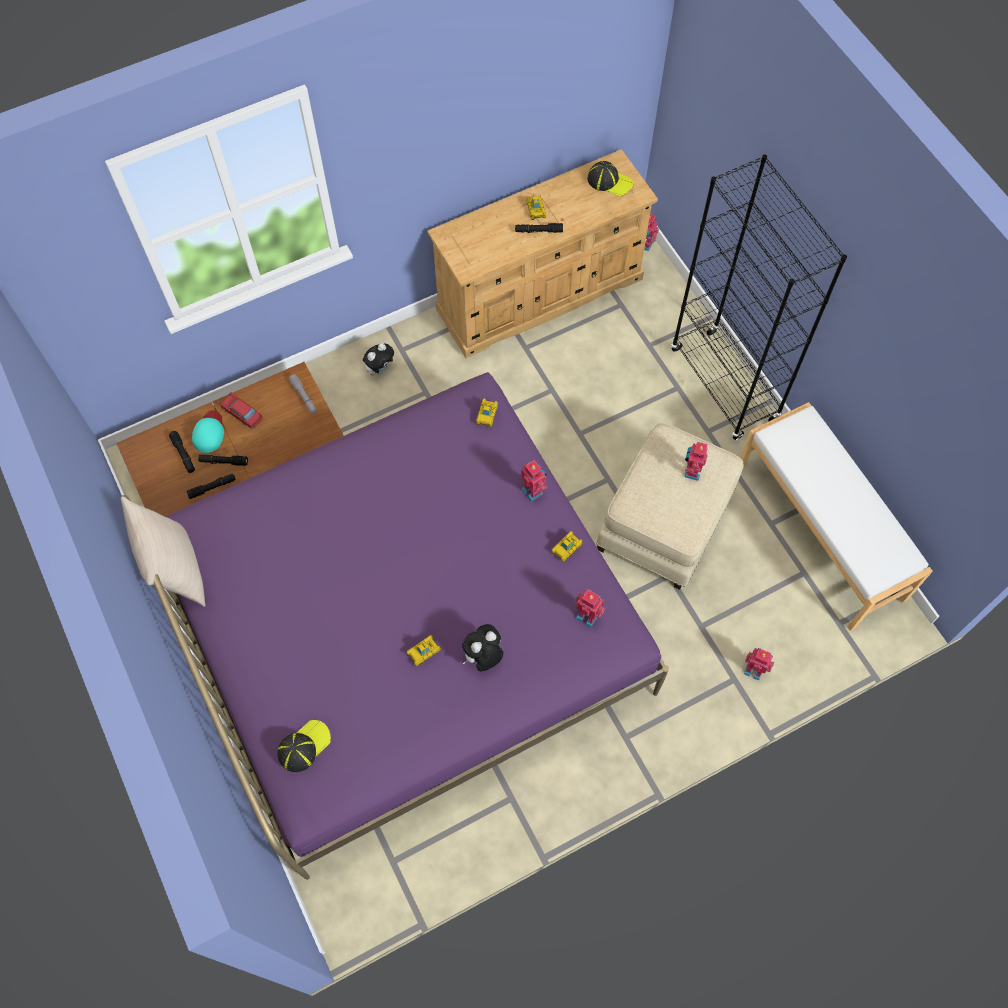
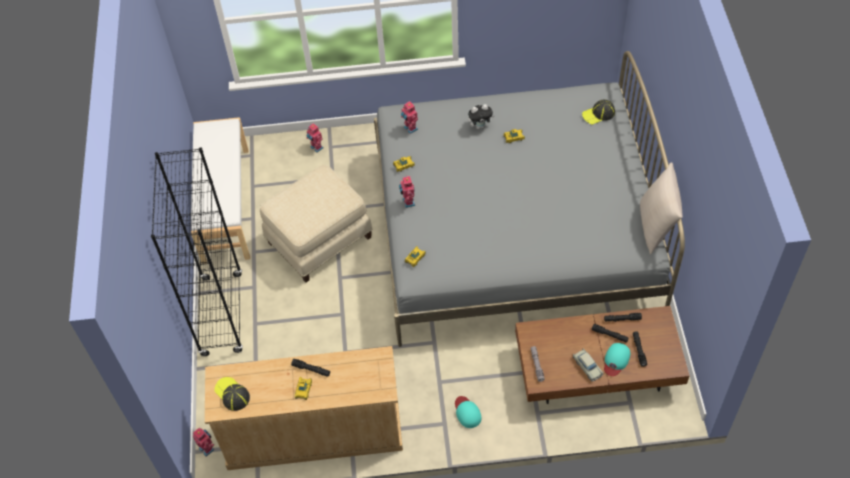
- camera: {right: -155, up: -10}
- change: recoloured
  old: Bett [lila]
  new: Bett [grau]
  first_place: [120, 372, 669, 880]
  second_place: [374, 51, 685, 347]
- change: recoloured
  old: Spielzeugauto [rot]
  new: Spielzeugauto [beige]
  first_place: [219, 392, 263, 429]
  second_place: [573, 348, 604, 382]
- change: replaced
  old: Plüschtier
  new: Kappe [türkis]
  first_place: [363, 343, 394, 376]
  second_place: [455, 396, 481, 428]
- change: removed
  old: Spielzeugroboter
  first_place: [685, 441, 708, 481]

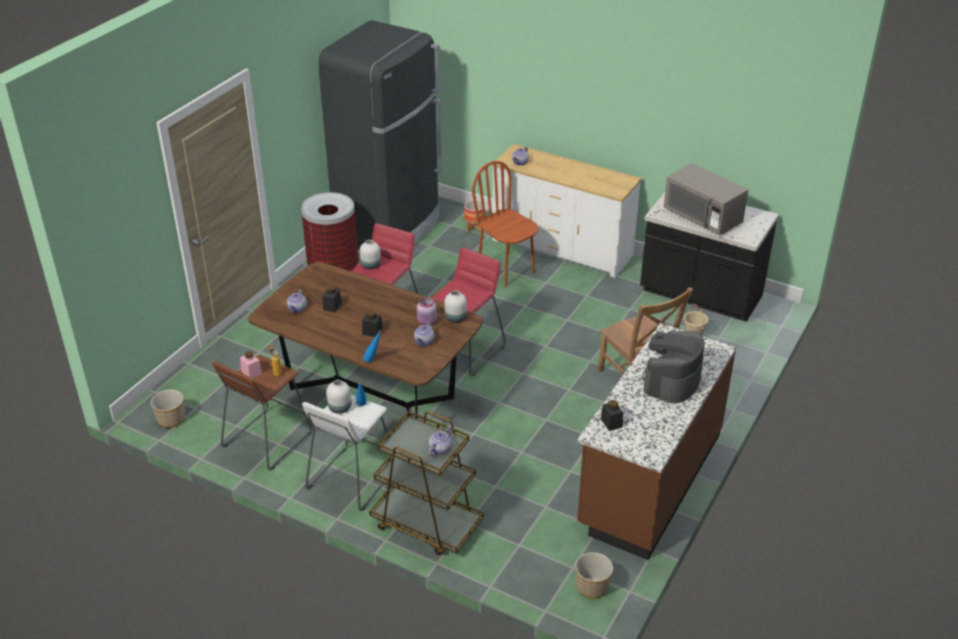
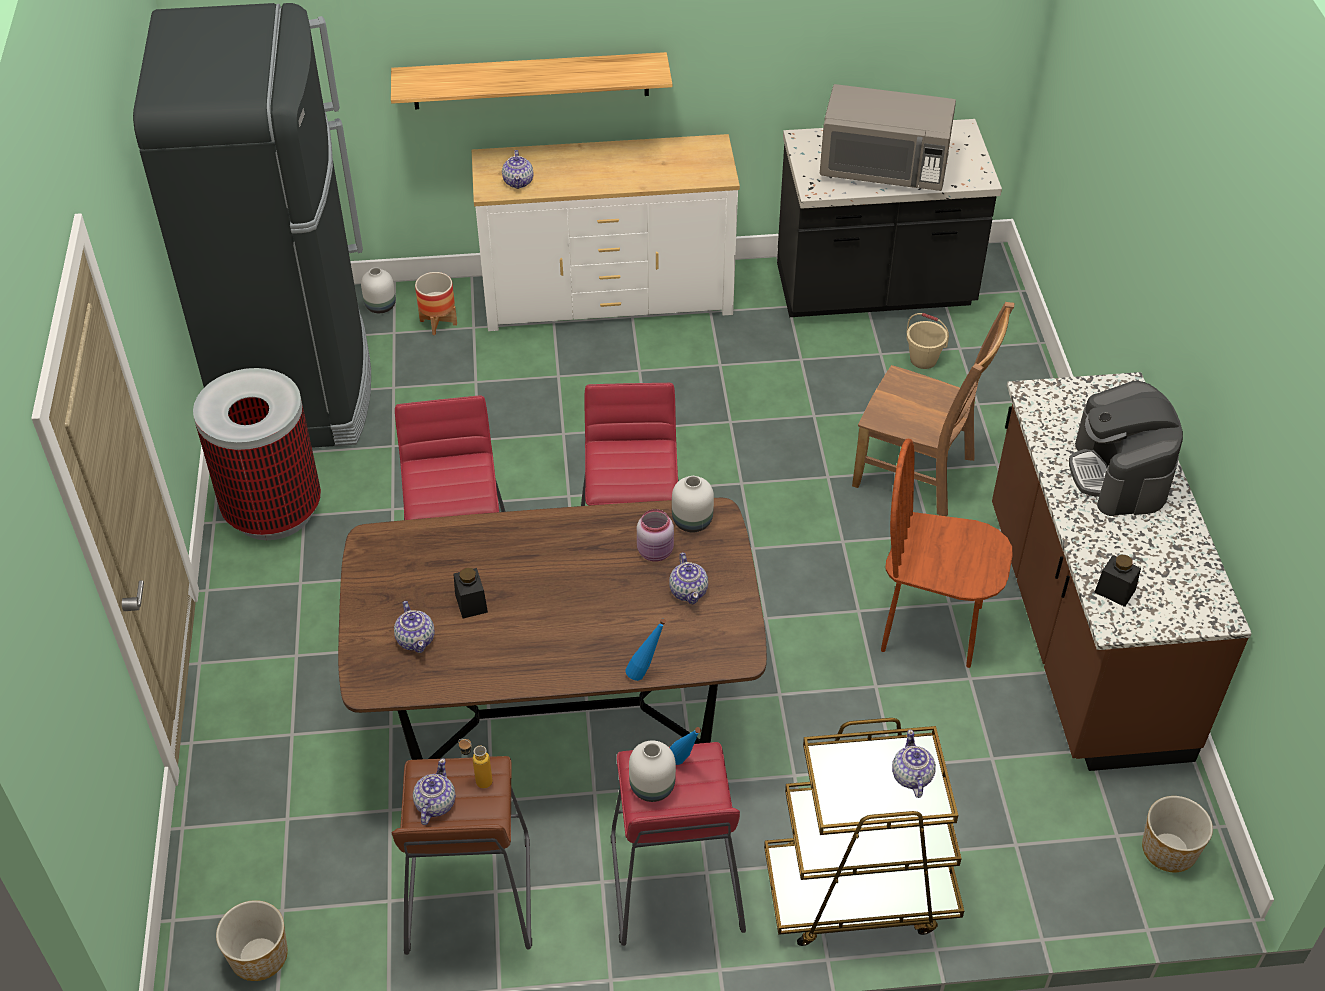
- camera: {right: -35, up: 10}
- change: replaced
  old: Vorratsglas [rosa]
  new: Teekanne
  first_place: [240, 351, 262, 378]
  second_place: [413, 758, 456, 825]
- change: recoloured
  old: Hocker [weiß]
  new: Hocker [rot]
  first_place: [302, 394, 389, 511]
  second_place: [611, 742, 746, 946]
- change: moved
  old: Vase [weiß]
  first_place: [360, 240, 381, 269]
  second_place: [361, 267, 396, 313]
- change: removed
  old: Vorratsglas [schwarz]
  first_place: [362, 311, 383, 337]
- change: moved
  old: Stuhl [braun]
  first_place: [472, 161, 538, 287]
  second_place: [881, 439, 1012, 668]
- change: added
  new: Wandregal
  second_place: [391, 52, 672, 110]

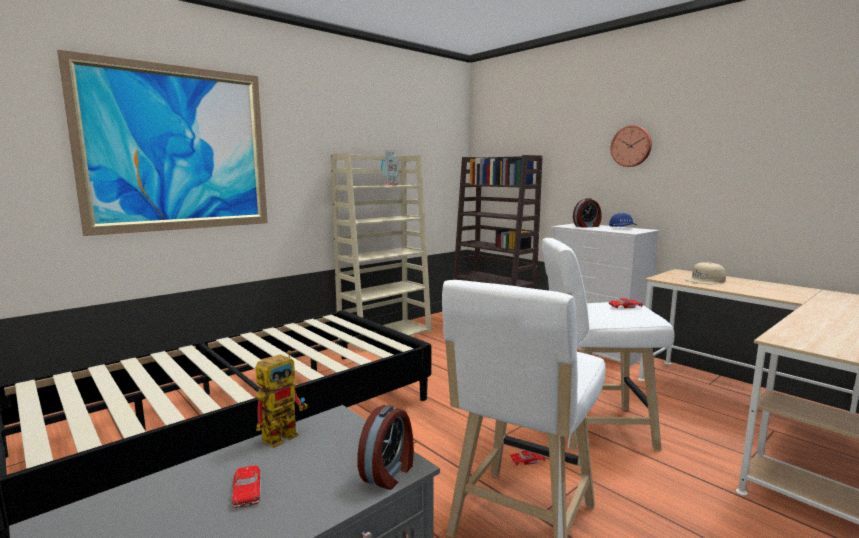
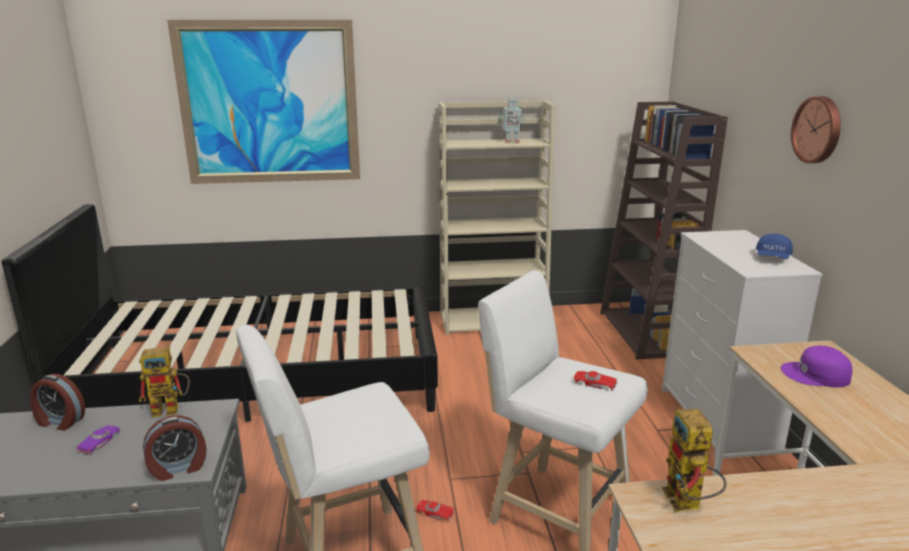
- camera: {right: 35, up: 10}
- change: recoloured
  old: Spielzeugauto [rot]
  new: Spielzeugauto [lila]
  first_place: [232, 466, 260, 508]
  second_place: [76, 425, 120, 454]
- change: moved
  old: Wecker
  first_place: [573, 198, 602, 228]
  second_place: [30, 374, 85, 431]
- change: recoloured
  old: Kappe [beige]
  new: Kappe [lila]
  first_place: [684, 262, 726, 284]
  second_place: [781, 346, 853, 388]
- change: added
  new: Spielzeugroboter
  second_place: [662, 409, 727, 511]

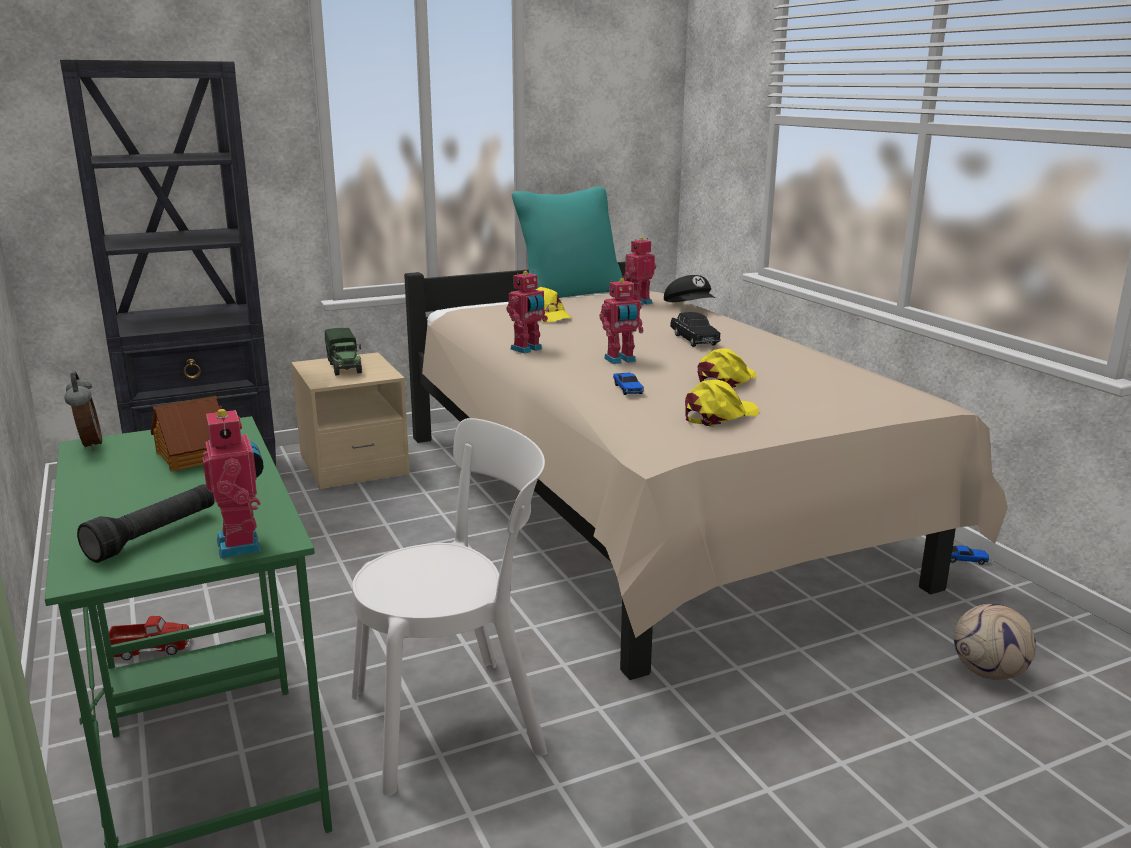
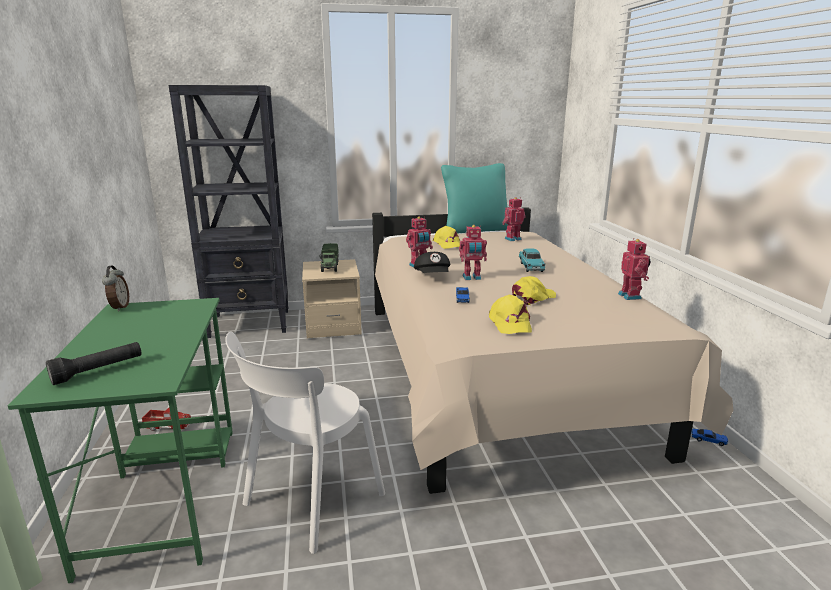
- camera: {right: 15, up: 0}
- change: removed
  old: Spielzeughaus
  first_place: [151, 396, 220, 471]
- change: moved
  old: Spielzeugroboter
  first_place: [202, 406, 264, 559]
  second_place: [618, 238, 651, 300]
- change: turned
  old: Stuhl [weiß]
  first_place: [352, 418, 548, 796]
  second_place: [225, 332, 385, 554]
  degrees: 135
- change: moved
  old: Kappe [schwarz]
  first_place: [664, 275, 715, 302]
  second_place: [414, 252, 450, 273]
- change: recoloured
  old: Spielzeugauto [schwarz]
  new: Spielzeugauto [türkis]
  first_place: [670, 312, 721, 347]
  second_place: [519, 248, 545, 272]
- change: turned
  old: Kappe [gelb]
  first_place: [685, 380, 759, 427]
  second_place: [489, 295, 532, 334]
  degrees: 105
- change: removed
  old: Fußball
  first_place: [954, 604, 1036, 680]

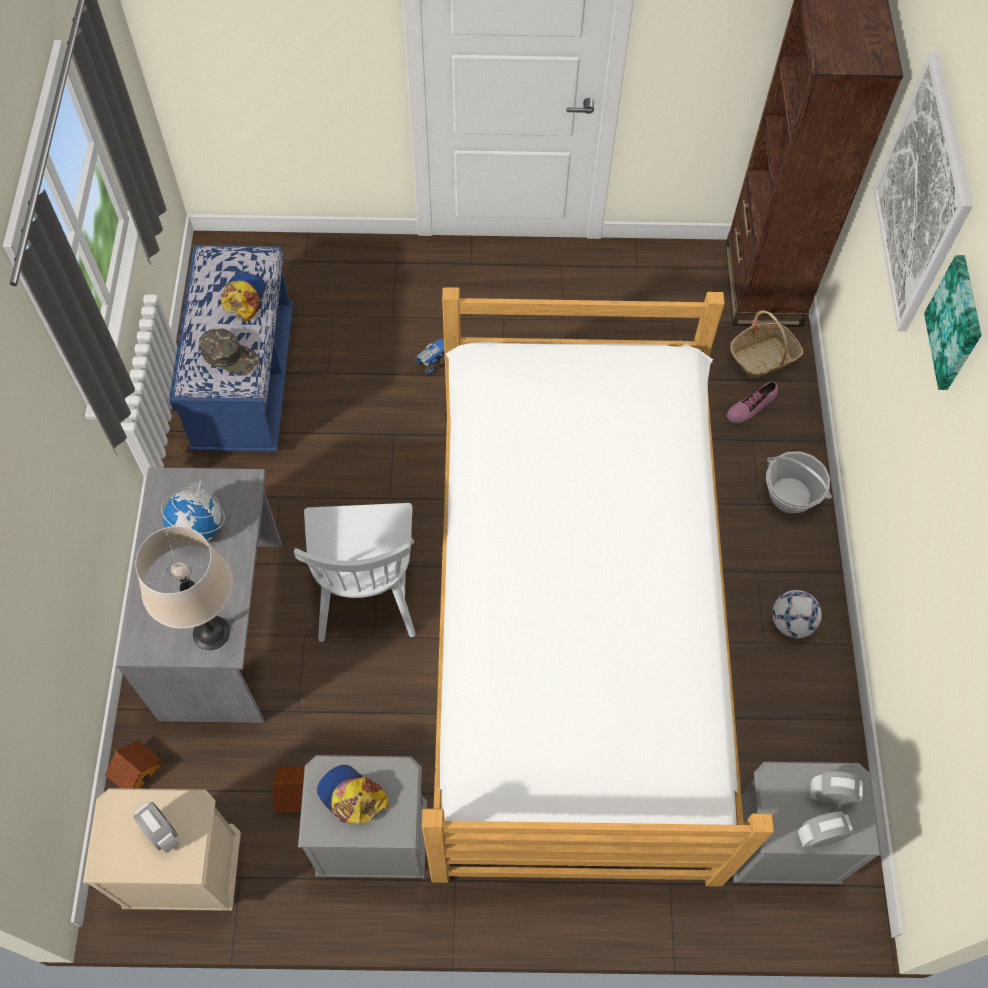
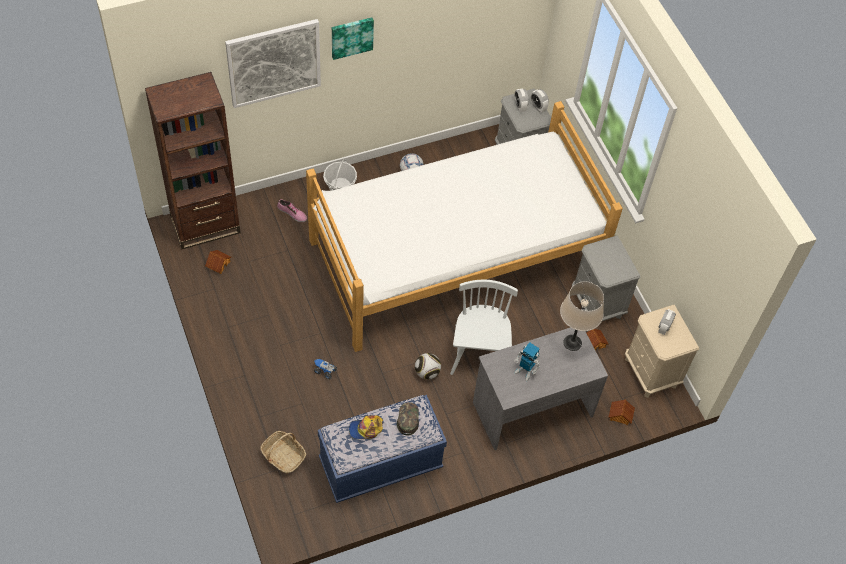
- camera: {right: -115, up: -5}
- change: replaced
  old: Globus
  new: Spielzeugroboter
  first_place: [161, 481, 225, 541]
  second_place: [514, 342, 540, 381]
- change: turned
  old: Stuhl [weiß]
  first_place: [294, 503, 415, 642]
  second_place: [450, 280, 518, 375]
  degrees: -60
- change: removed
  old: Kappe
  first_place: [317, 765, 389, 824]
- change: moved
  old: Korb
  first_place: [730, 310, 803, 379]
  second_place: [260, 431, 306, 474]
- change: added
  new: Spielzeughaus
  second_place: [205, 250, 231, 274]
- change: added
  new: Fußball
  second_place: [415, 353, 441, 380]

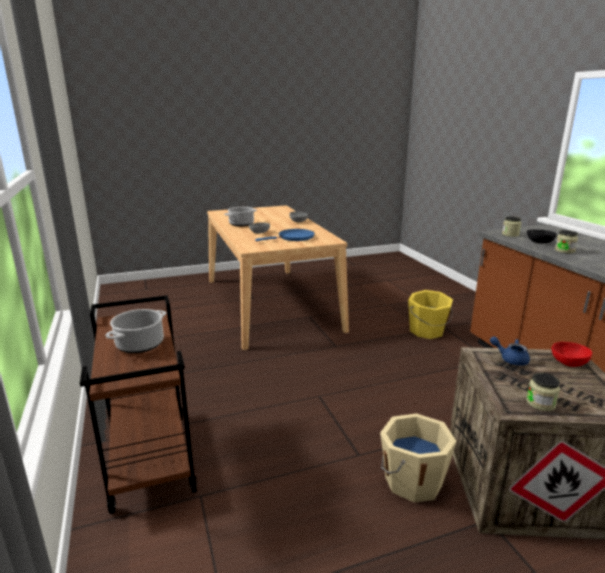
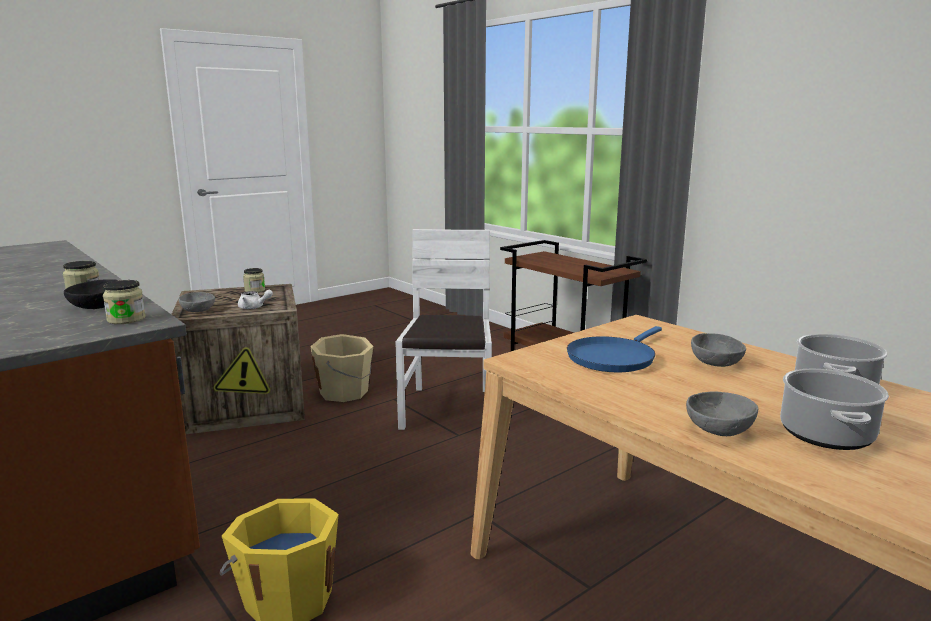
- camera: {right: 160, up: -5}
- change: moved
  old: Kochtopf
  first_place: [105, 309, 166, 353]
  second_place: [780, 369, 889, 450]
- change: recoloured
  old: Teekanne [blau]
  new: Teekanne [weiß]
  first_place: [490, 336, 530, 366]
  second_place: [238, 290, 273, 309]
- change: recoloured
  old: Schüssel [rot]
  new: Schüssel [grau]
  first_place: [552, 342, 592, 367]
  second_place: [179, 292, 215, 312]
- change: added
  new: Stuhl [weiß]
  second_place: [395, 229, 492, 430]

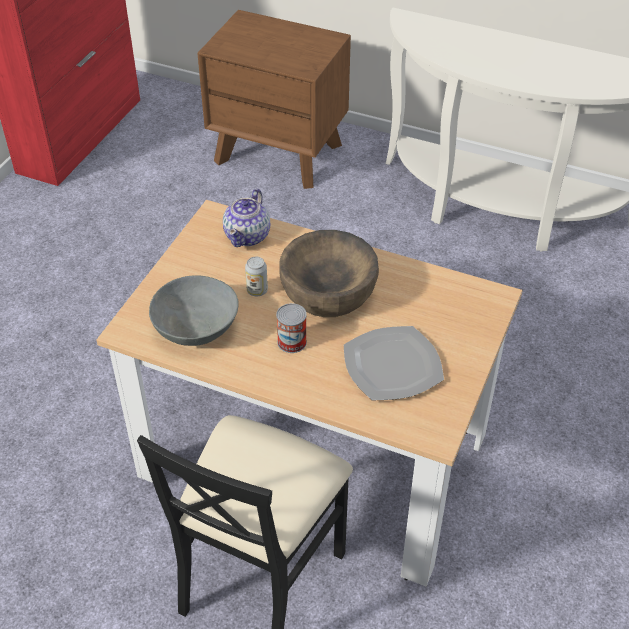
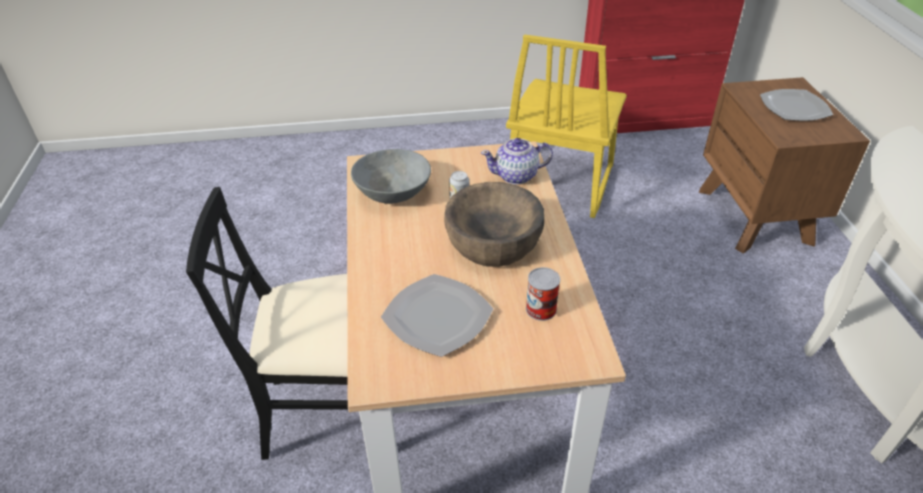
- camera: {right: 60, up: -5}
- change: moved
  old: Dose
  first_place: [276, 303, 307, 353]
  second_place: [526, 267, 560, 321]
- change: added
  new: Stuhl [gelb]
  second_place: [506, 35, 627, 218]
- change: added
  new: Teller
  second_place: [760, 89, 833, 121]

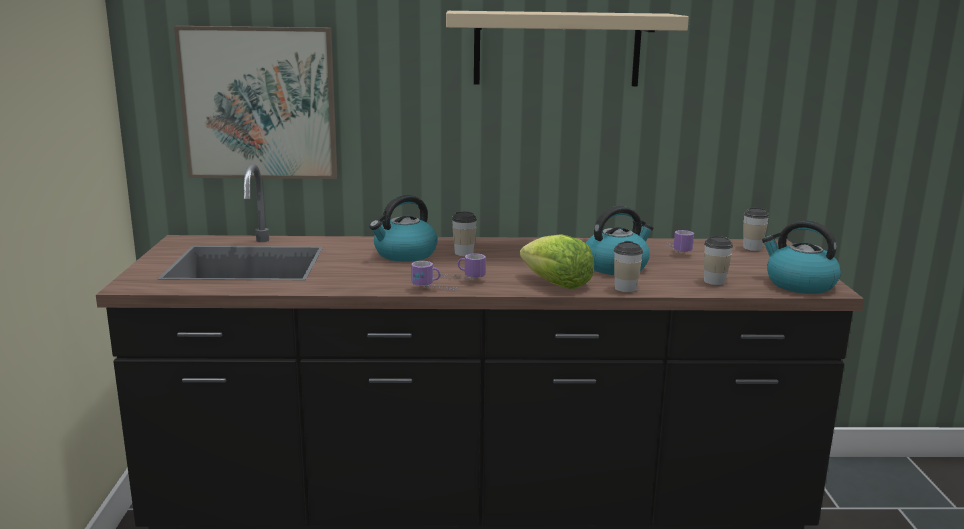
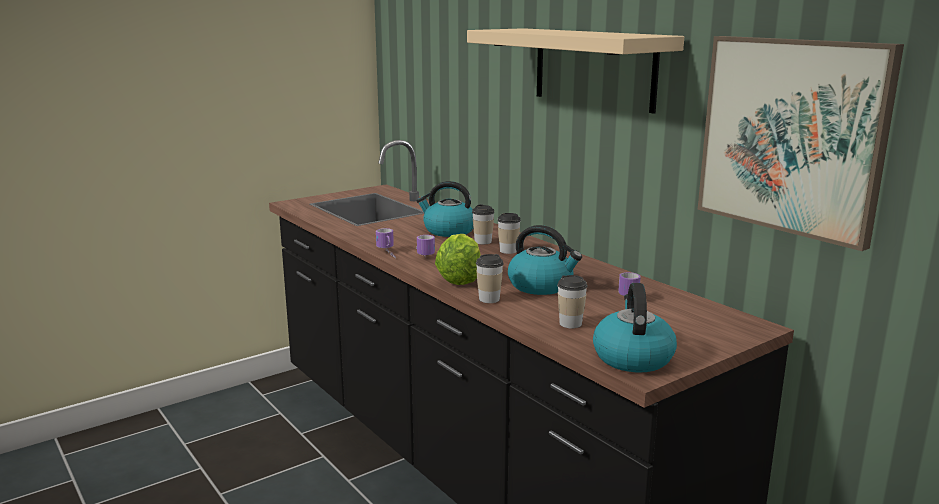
- camera: {right: 55, up: 0}
- change: moved
  old: Bild
  first_place: [174, 26, 337, 179]
  second_place: [698, 36, 904, 251]
- change: moved
  old: Tasse
  first_place: [743, 208, 769, 251]
  second_place: [497, 213, 521, 254]

